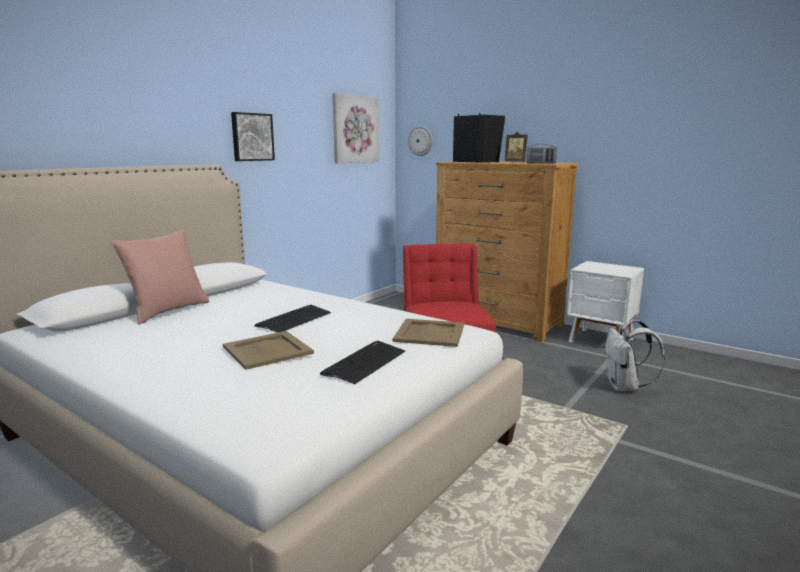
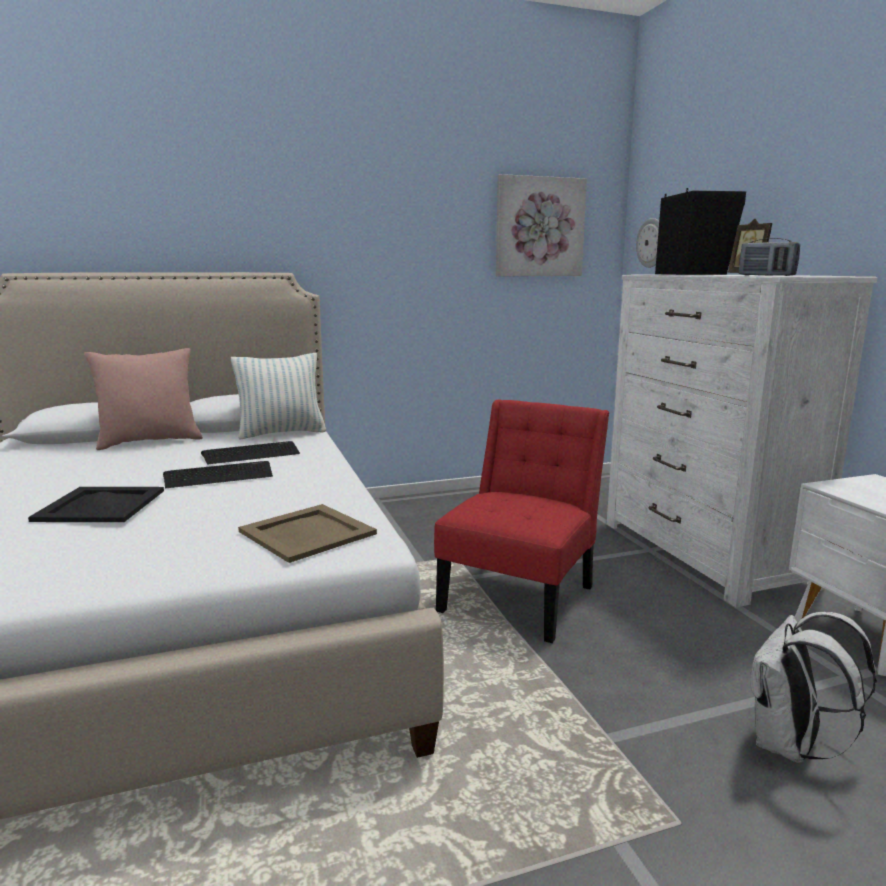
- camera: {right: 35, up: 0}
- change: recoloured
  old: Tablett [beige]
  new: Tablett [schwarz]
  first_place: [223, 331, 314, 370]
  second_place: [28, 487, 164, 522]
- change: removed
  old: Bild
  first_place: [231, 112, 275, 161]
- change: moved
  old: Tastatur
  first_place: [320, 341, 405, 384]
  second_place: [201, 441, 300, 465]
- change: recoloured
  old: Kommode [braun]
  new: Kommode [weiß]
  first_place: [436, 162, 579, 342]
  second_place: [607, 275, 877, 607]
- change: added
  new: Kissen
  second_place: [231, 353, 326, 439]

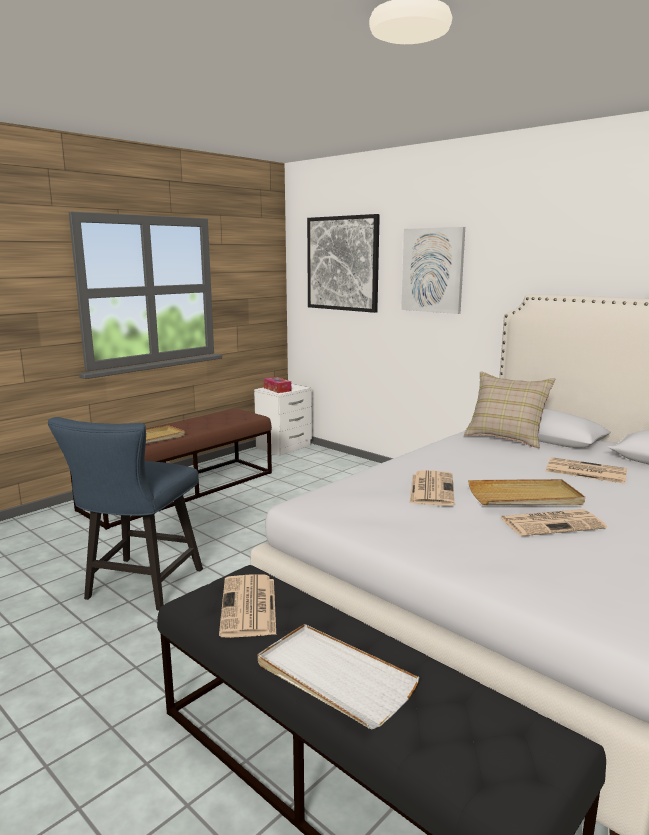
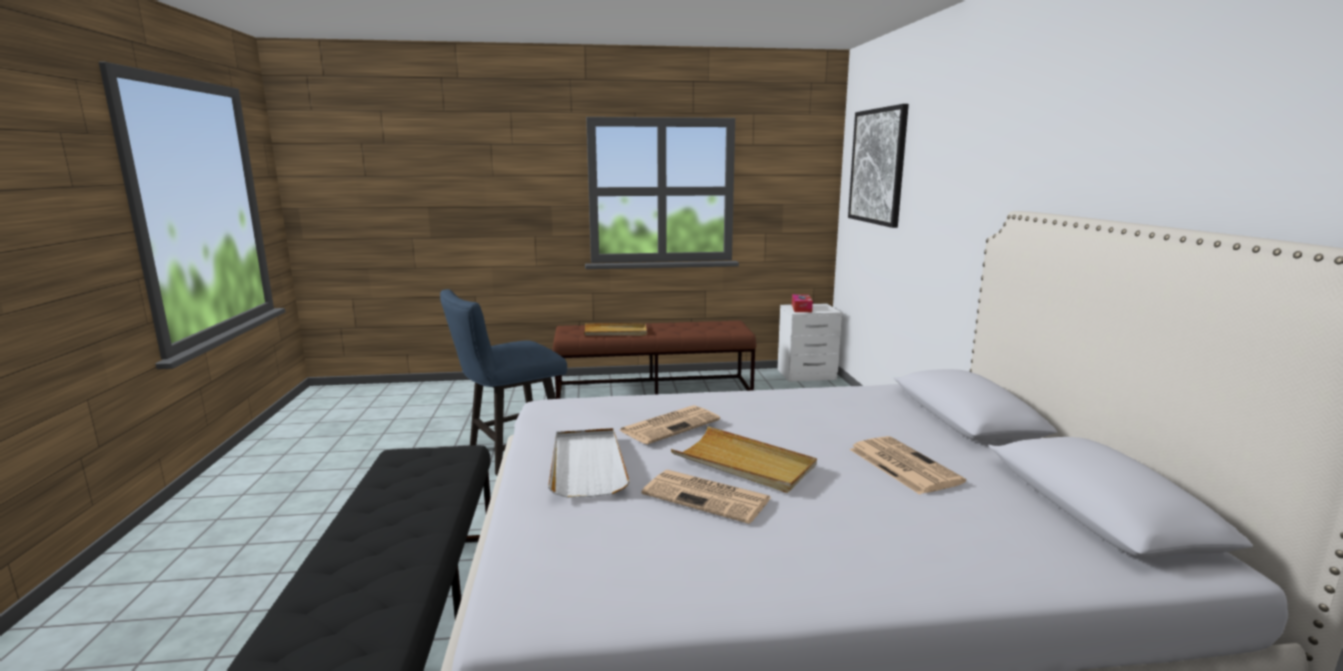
- camera: {right: 40, up: 0}
- change: removed
  old: Zeitung
  first_place: [219, 575, 276, 638]
- change: moved
  old: Tablett [weiß]
  first_place: [258, 624, 420, 729]
  second_place: [548, 428, 629, 498]
- change: removed
  old: Bild
  first_place: [401, 227, 465, 314]
- change: removed
  old: Kissen [beige]
  first_place: [464, 371, 555, 448]

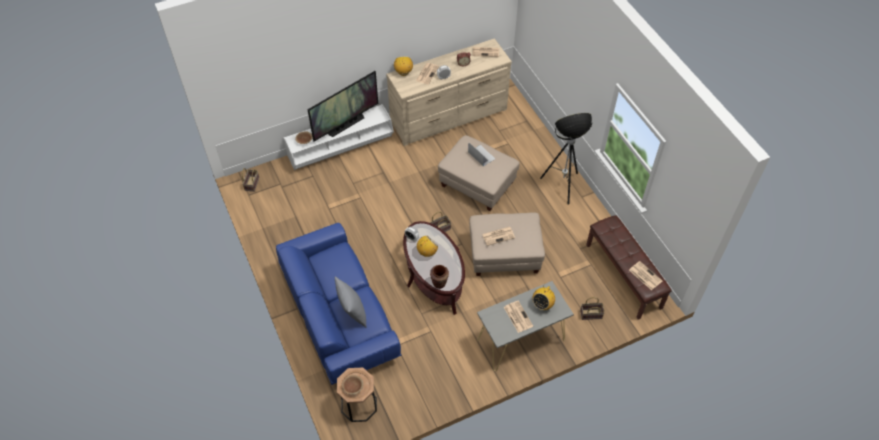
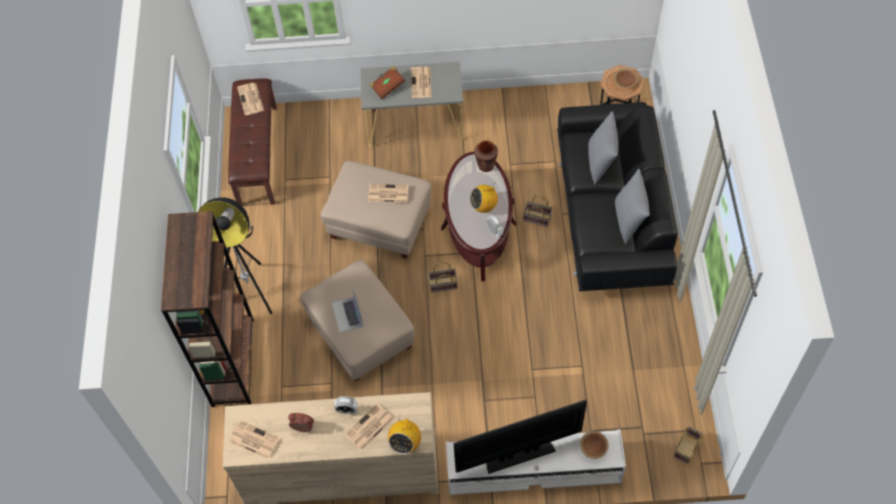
- camera: {right: -155, up: 5}
- change: recoloured
  old: Sofa [blau]
  new: Sofa [schwarz]
  first_place: [276, 223, 401, 385]
  second_place: [557, 102, 678, 291]
- change: replaced
  old: Radio
  new: Buch [braun]
  first_place: [532, 286, 555, 310]
  second_place: [370, 66, 405, 100]
- change: moved
  old: Korb
  first_place: [580, 297, 605, 320]
  second_place: [523, 196, 553, 227]
- change: added
  new: Bücherregal [braun]
  second_place: [161, 211, 254, 407]
- change: added
  new: Kissen [grau]
  second_place: [615, 169, 650, 244]

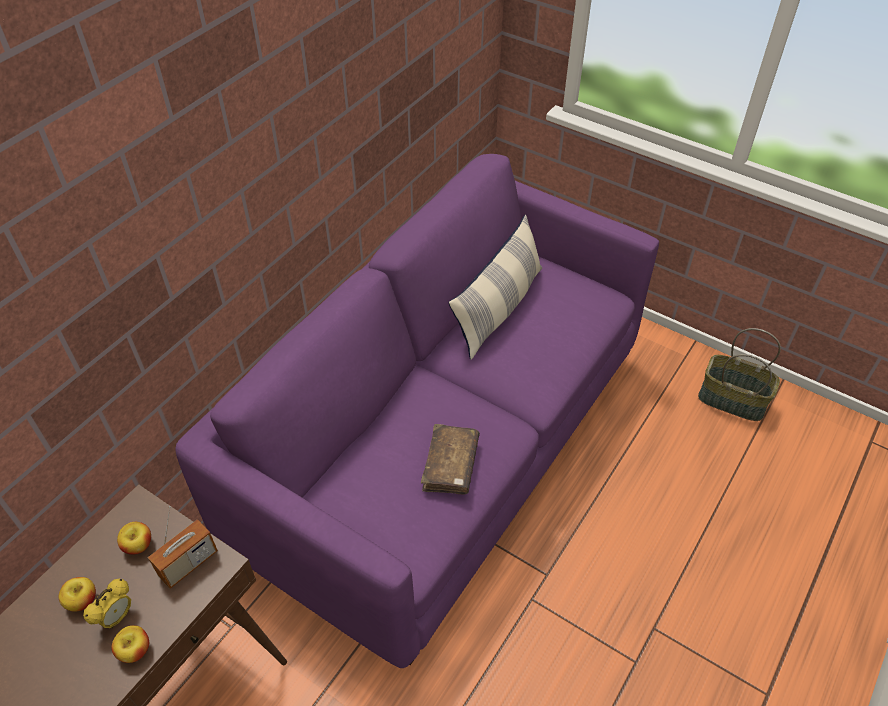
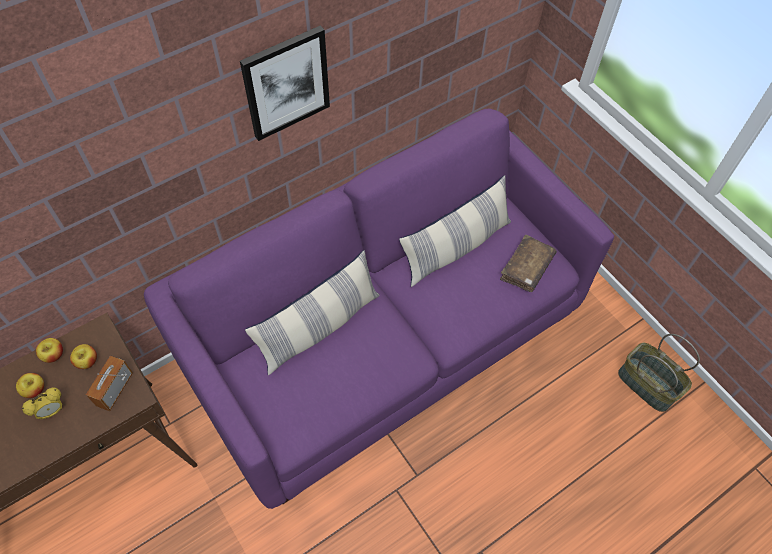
- camera: {right: 20, up: 10}
- change: moved
  old: Apfel
  first_place: [111, 625, 149, 663]
  second_place: [36, 338, 63, 363]
- change: turned
  old: Radio
  first_place: [148, 506, 218, 589]
  second_place: [86, 355, 133, 411]
  degrees: 135
- change: moved
  old: Buch [braun]
  first_place: [421, 424, 480, 494]
  second_place: [500, 235, 557, 292]
- change: added
  new: Bild
  second_place: [240, 25, 330, 141]
- change: added
  new: Kissen
  second_place: [245, 250, 380, 375]

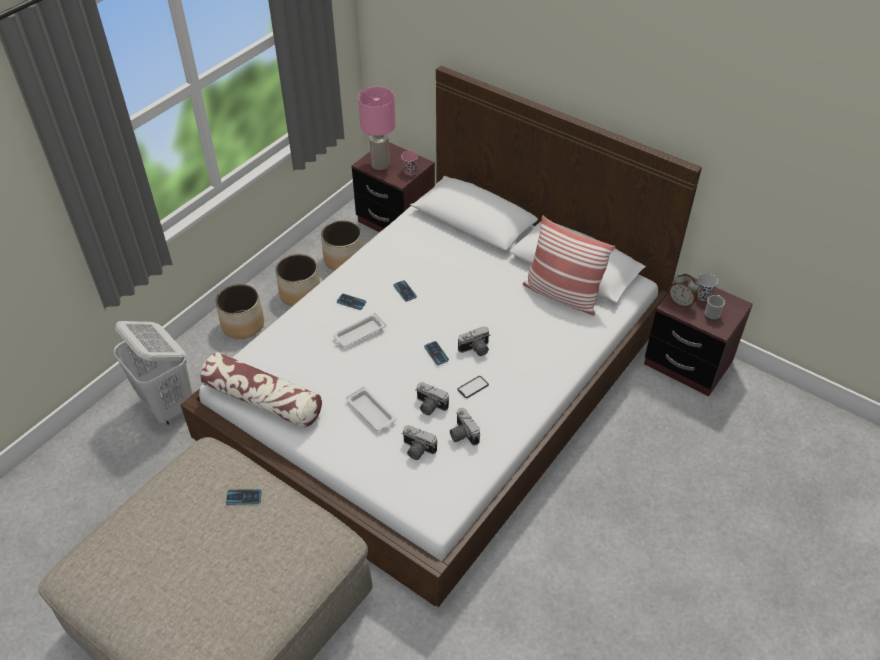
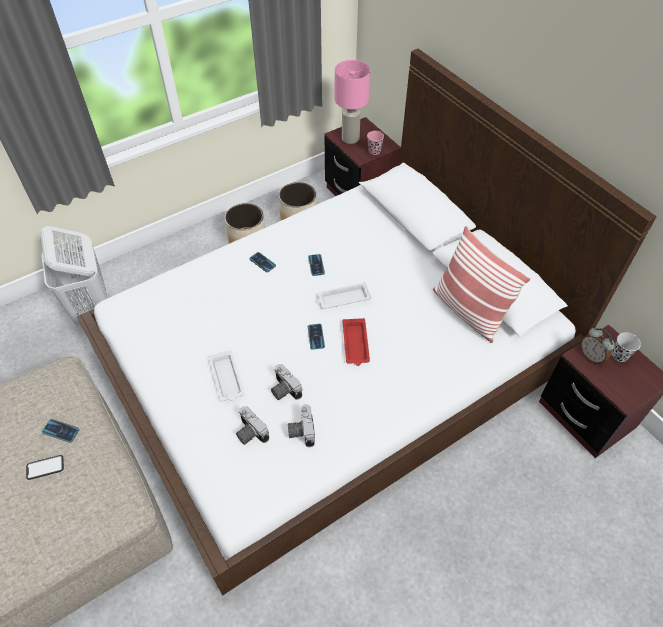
- camera: {right: 20, up: 5}
- change: removed
  old: Kissen
  first_place: [200, 352, 322, 428]
- change: removed
  old: Pflanzkübel
  first_place: [215, 284, 264, 339]
- change: moved
  old: Tablett [weiß]
  first_place: [333, 312, 386, 347]
  second_place: [317, 282, 372, 309]
- change: moved
  old: Handy
  first_place: [457, 376, 489, 398]
  second_place: [26, 455, 64, 480]
- change: replaced
  old: Kamera
  new: Tablett [rot]
  first_place: [458, 326, 490, 356]
  second_place: [343, 318, 370, 366]
- change: removed
  old: Henkelbecher
  first_place: [704, 295, 725, 320]

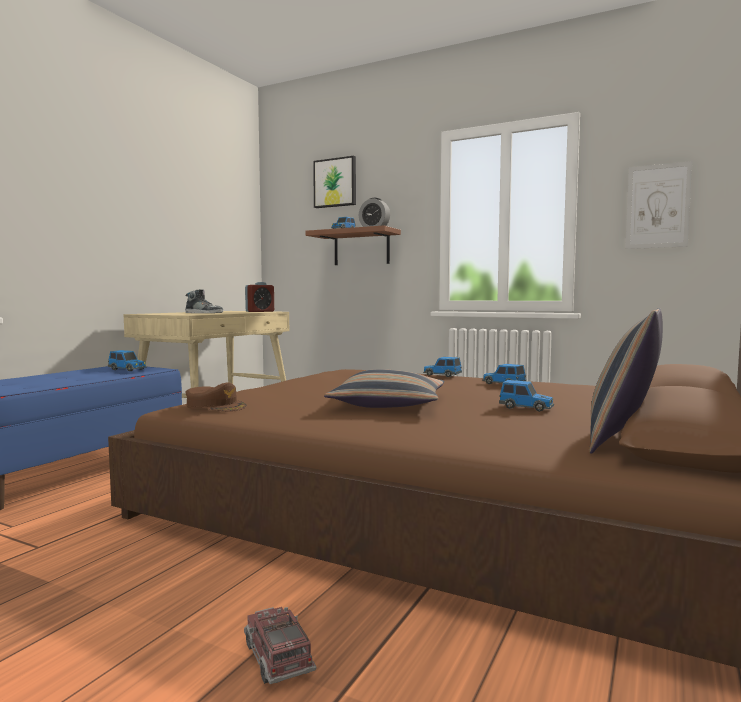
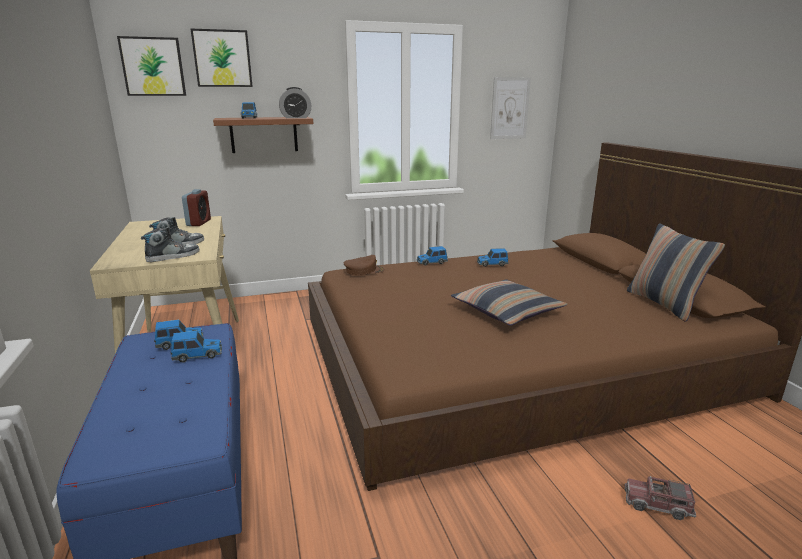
- camera: {right: -45, up: 15}
- change: moved
  old: Kappe [braun]
  first_place: [186, 382, 247, 411]
  second_place: [344, 255, 385, 276]
- change: moved
  old: Spielzeugauto
  first_place: [499, 380, 554, 412]
  second_place: [171, 331, 222, 363]
- change: added
  new: Bild
  second_place: [117, 36, 186, 96]
- change: added
  new: Schuh
  second_place: [141, 227, 199, 262]

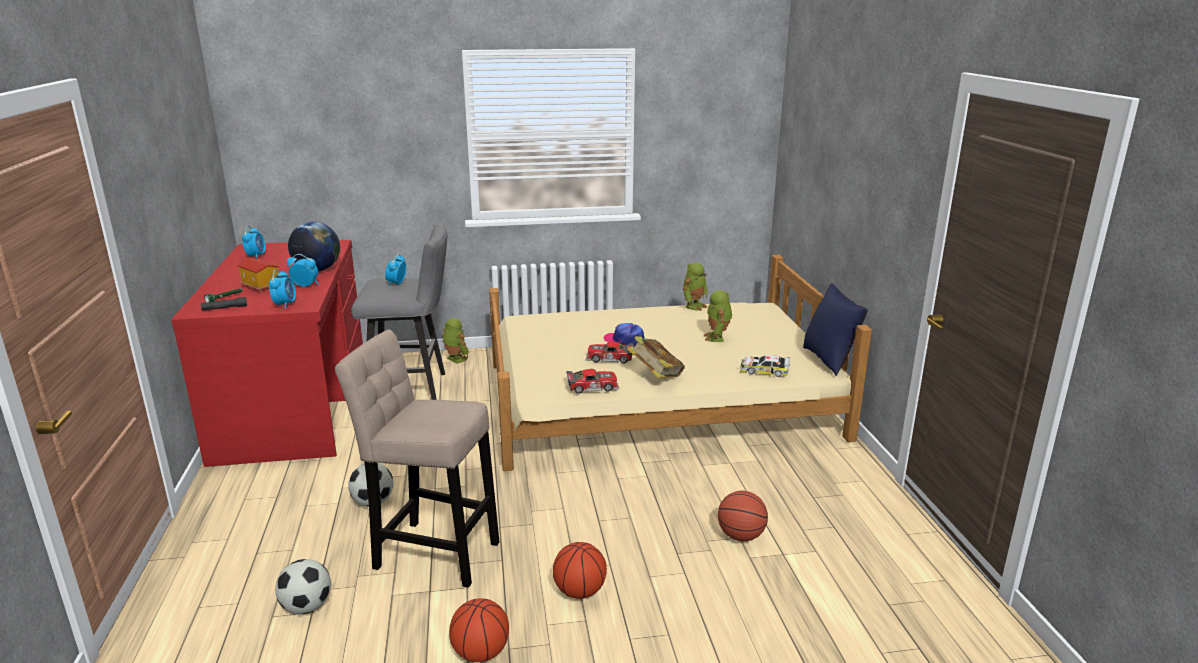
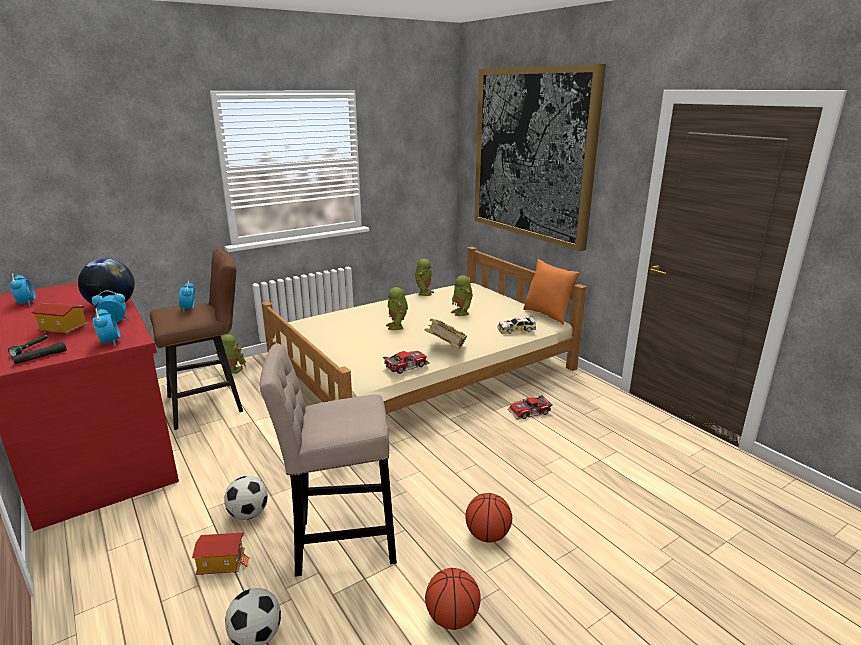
- camera: {right: -25, up: 0}
- change: recoloured
  old: Hocker [grau]
  new: Hocker [braun]
  first_place: [351, 222, 447, 400]
  second_place: [150, 248, 243, 430]
- change: moved
  old: Spielzeugauto
  first_place: [586, 341, 634, 364]
  second_place: [508, 395, 553, 419]
- change: replaced
  old: Kappe
  new: Spielzeugroboter
  first_place: [604, 323, 645, 347]
  second_place: [386, 287, 408, 330]
- change: removed
  old: Basketball
  first_place: [718, 491, 768, 541]
- change: recoloured
  old: Kissen [blau]
  new: Kissen [orange]
  first_place: [803, 283, 868, 376]
  second_place: [523, 259, 580, 324]
- change: added
  new: Spielzeughaus
  second_place: [192, 532, 249, 575]
- change: added
  new: Bild
  second_place: [474, 64, 606, 251]

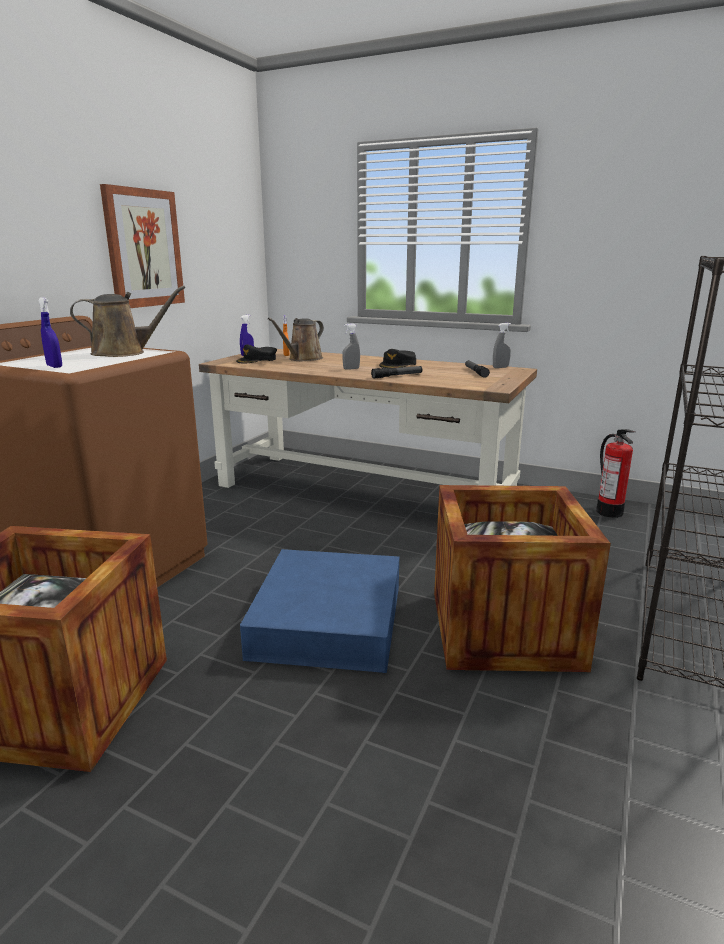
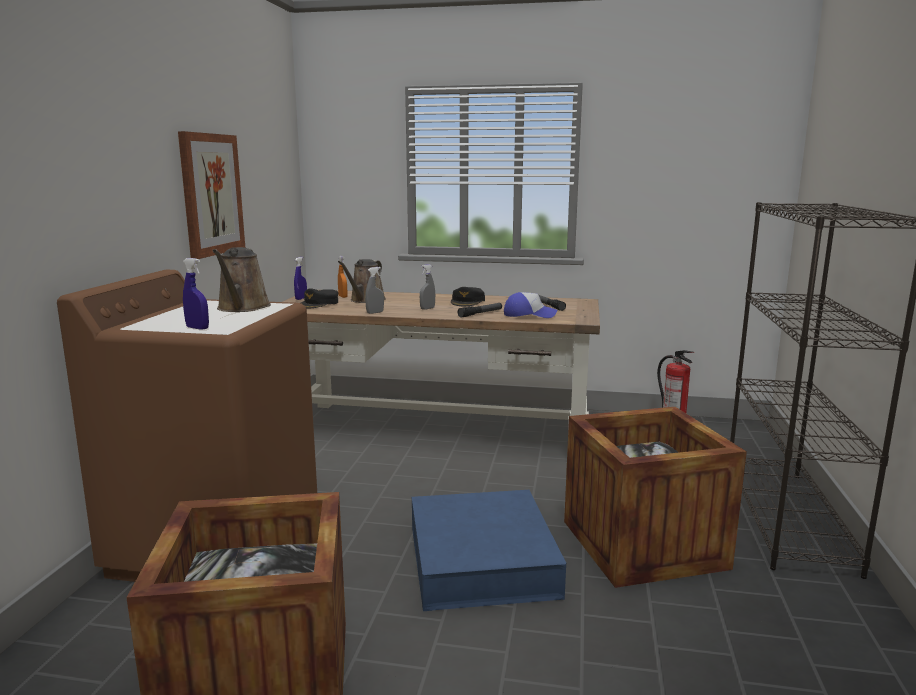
- camera: {right: -15, up: -5}
- change: turned
  old: Gießkanne [braun]
  first_place: [70, 285, 185, 357]
  second_place: [212, 247, 271, 312]
  degrees: 120
- change: moved
  old: Sprühflasche [grau]
  first_place: [493, 323, 511, 368]
  second_place: [365, 267, 384, 314]
- change: added
  new: Kappe
  second_place: [504, 292, 557, 318]

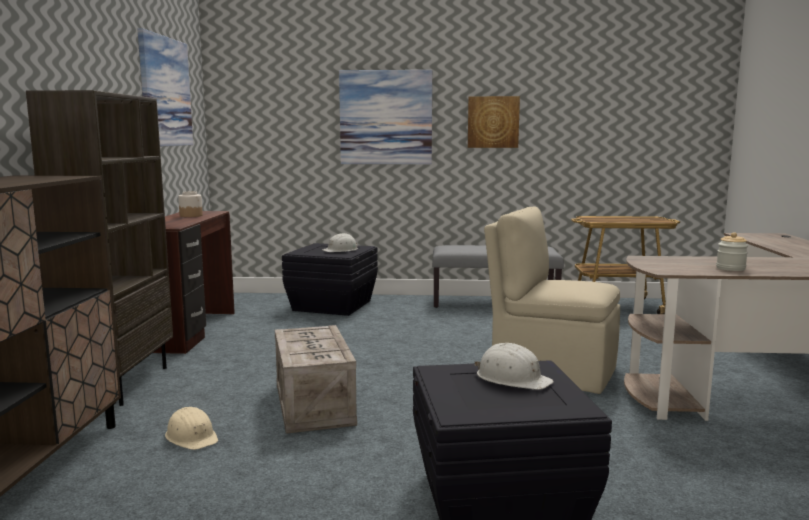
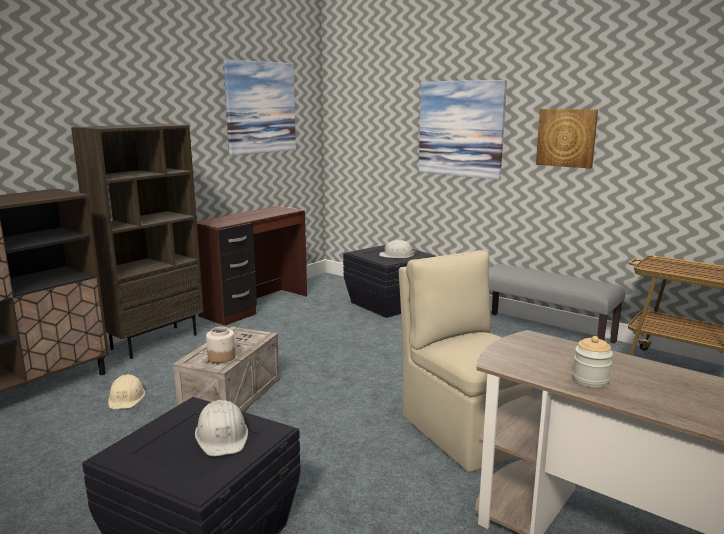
- camera: {right: 35, up: 5}
- change: moved
  old: Vorratsglas
  first_place: [178, 191, 203, 217]
  second_place: [206, 327, 235, 363]

